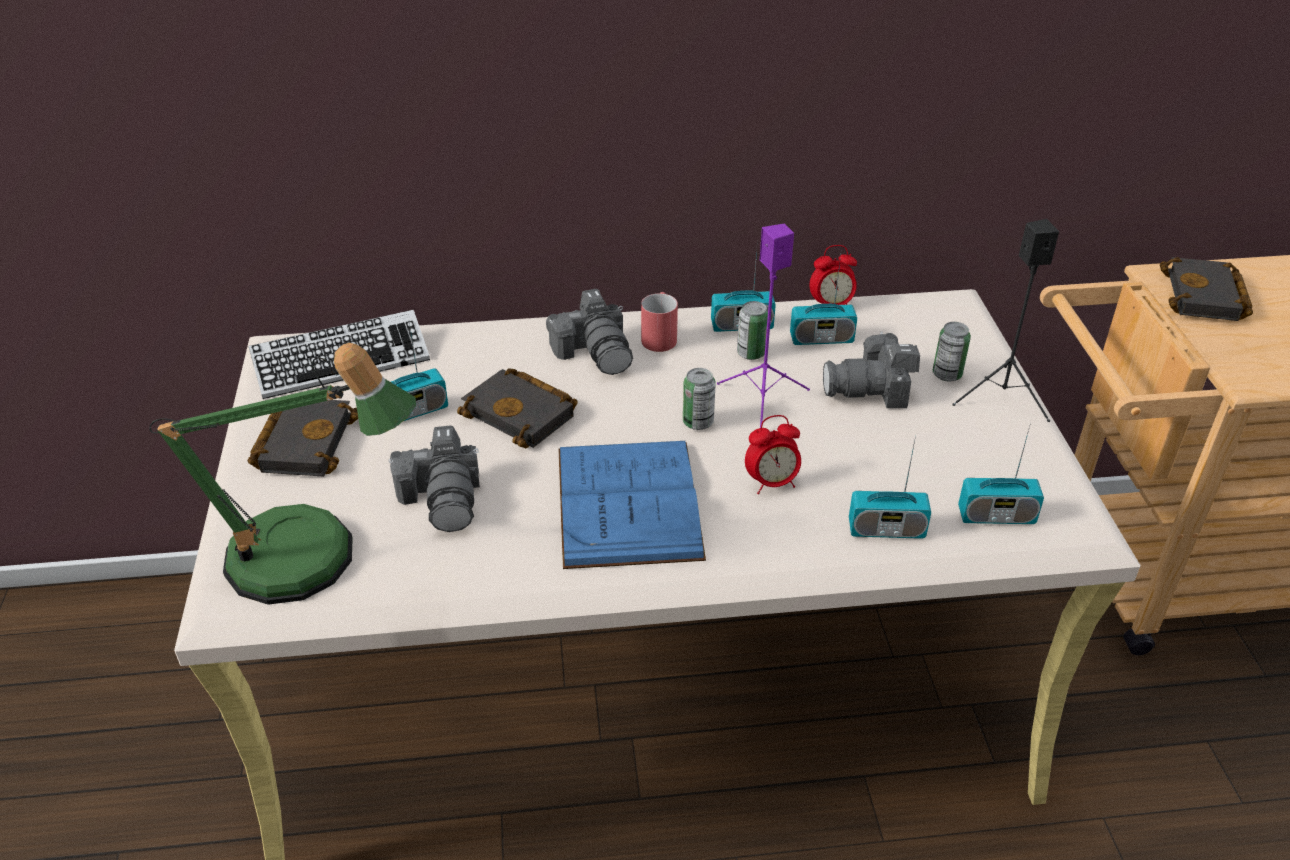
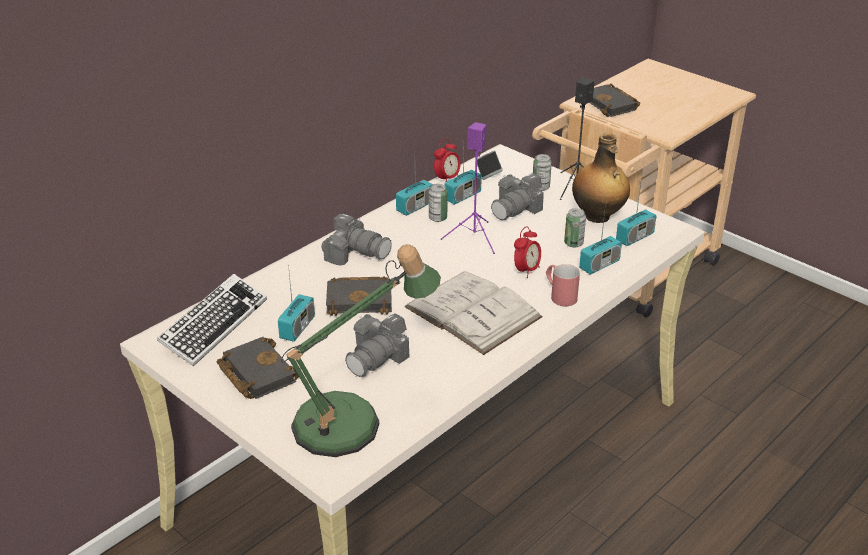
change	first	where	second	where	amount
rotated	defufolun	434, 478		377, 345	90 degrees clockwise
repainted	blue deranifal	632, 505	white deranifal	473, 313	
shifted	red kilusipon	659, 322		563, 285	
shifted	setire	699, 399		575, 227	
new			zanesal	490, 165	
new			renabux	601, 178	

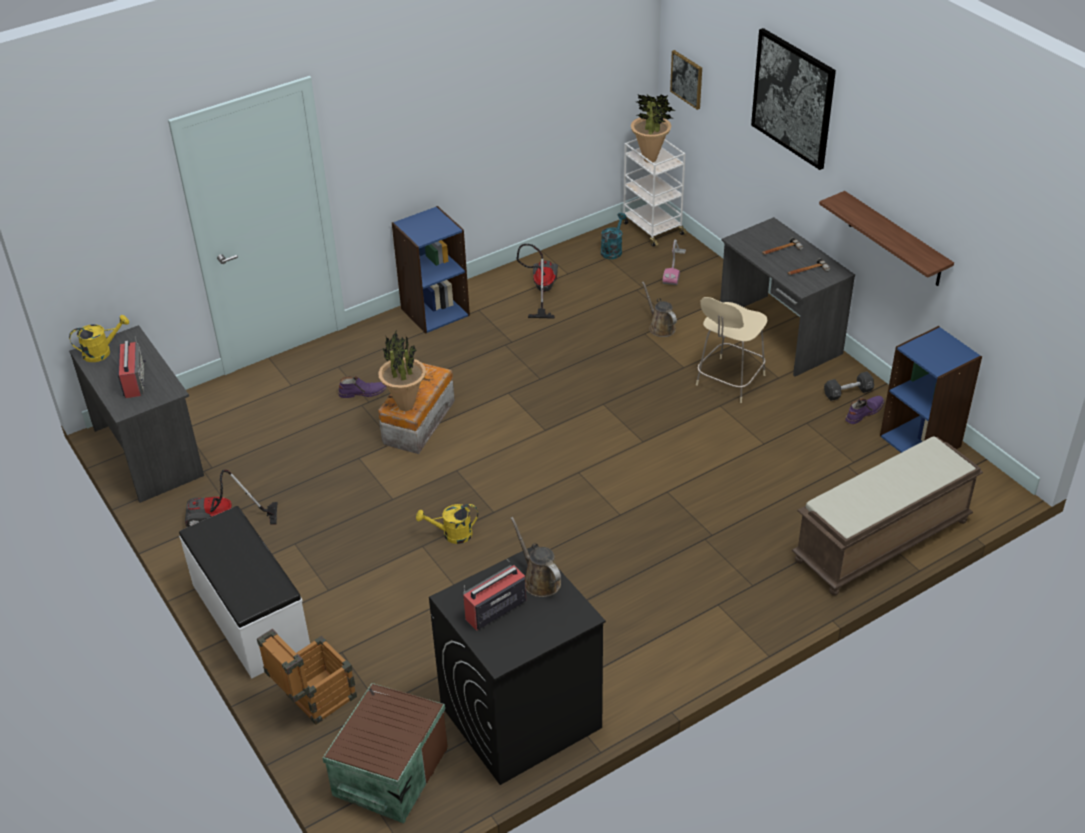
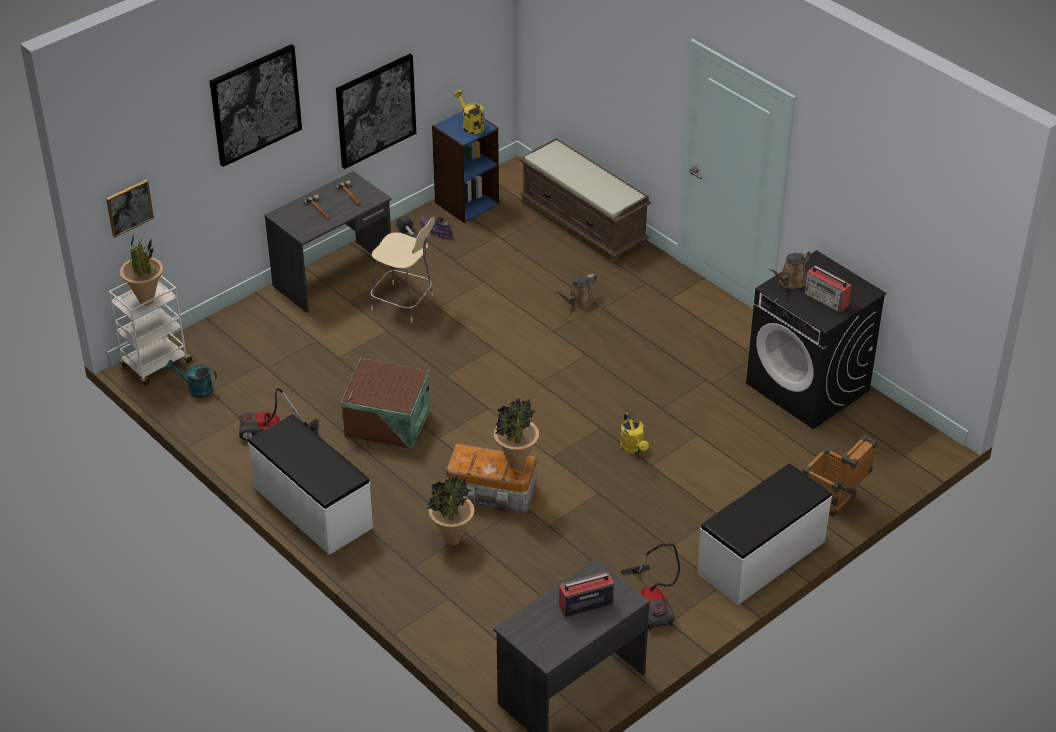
change	first	where	second	where	amount
shifted	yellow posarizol	99, 338		469, 112	
shifted	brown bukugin	385, 753		386, 404	
swapped	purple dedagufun	362, 387	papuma	451, 510	
swapped	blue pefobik	431, 270	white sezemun	310, 484	
shifted	brown posarizol	659, 309		575, 291	
gone	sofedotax	674, 262			
swapped	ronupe	886, 238	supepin	376, 111	

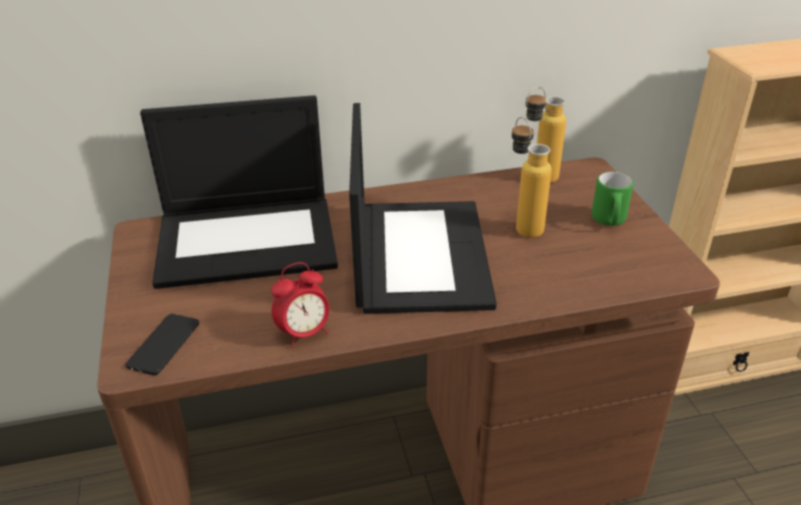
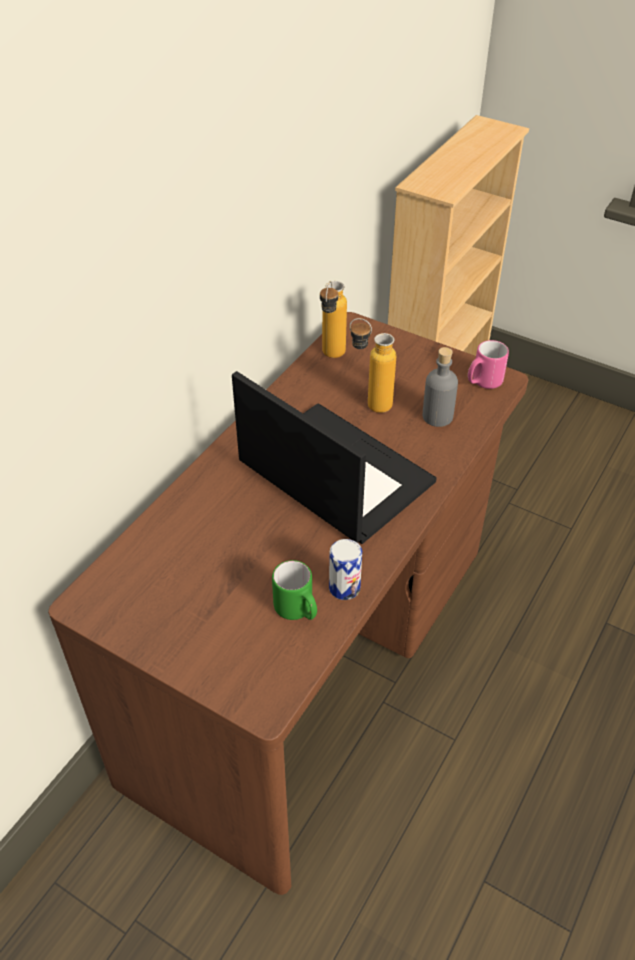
change	first	where	second	where	amount
gone	zanesal	162, 344			
gone	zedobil	239, 192			
swapped	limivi	300, 304	setire	345, 569	
shifted	green kilusipon	612, 198		294, 590	
new			grey renabux	440, 387	
new			pink kilusipon	488, 364	

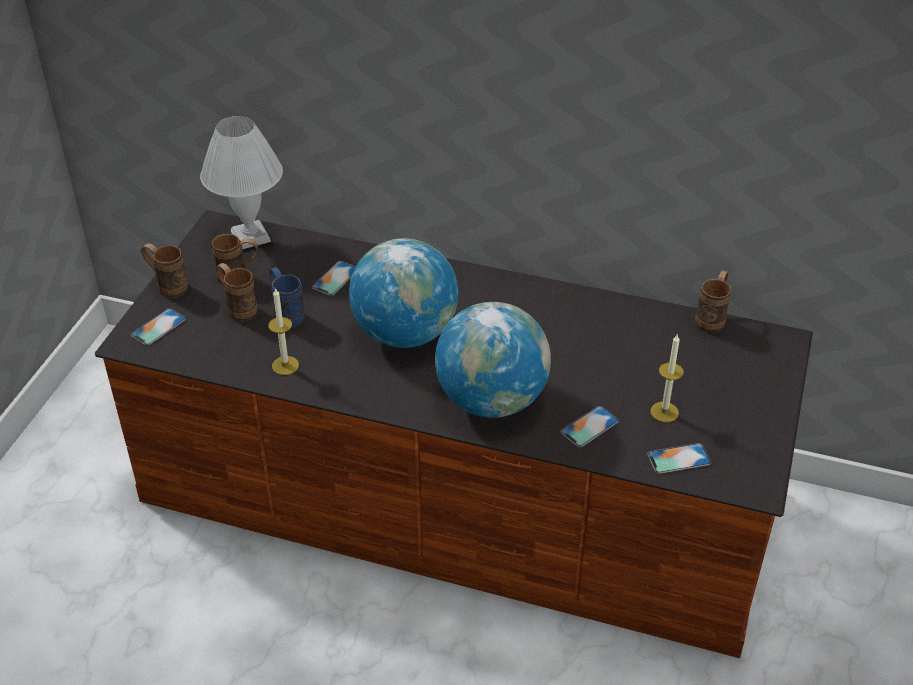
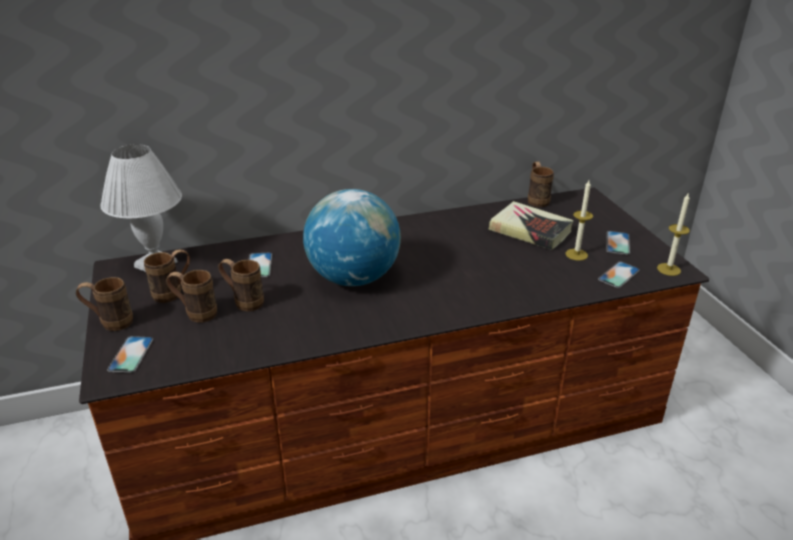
change	first	where	second	where	amount
shifted	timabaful	283, 331		673, 234	
repainted	blue kilusipon	287, 297	brown kilusipon	241, 285	
gone	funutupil	493, 360			
shifted	zanesal	589, 426		618, 243	
new			deranifal	531, 225	

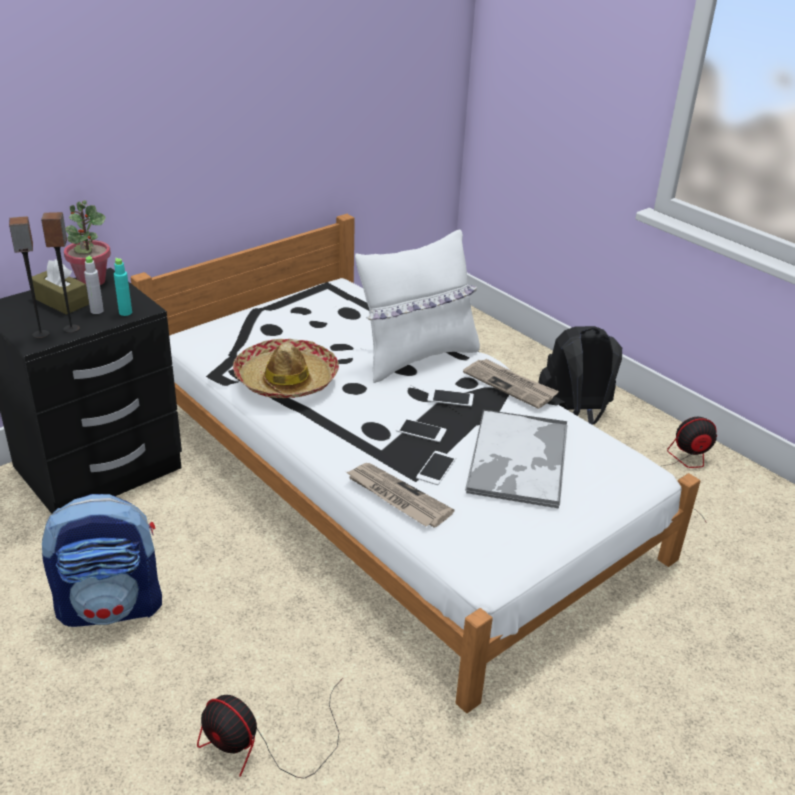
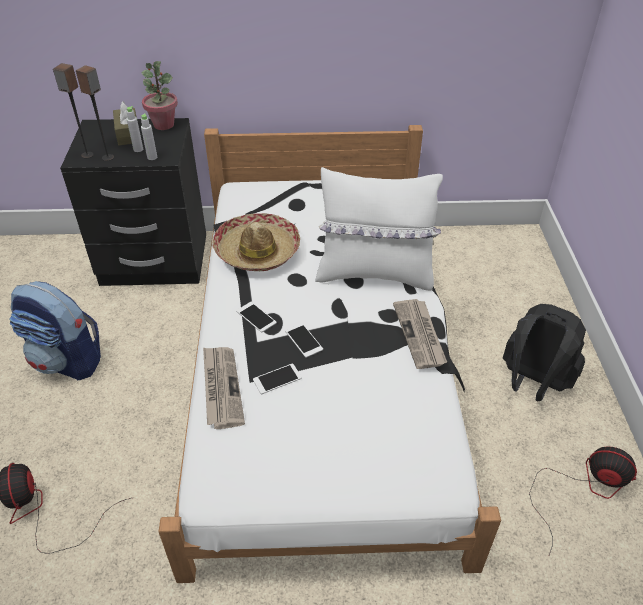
change	first	where	second	where	amount
repainted	turquoise renabux	123, 287	grey renabux	149, 136	
shifted	zanesal	450, 397		256, 317	
gone	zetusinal	516, 459			

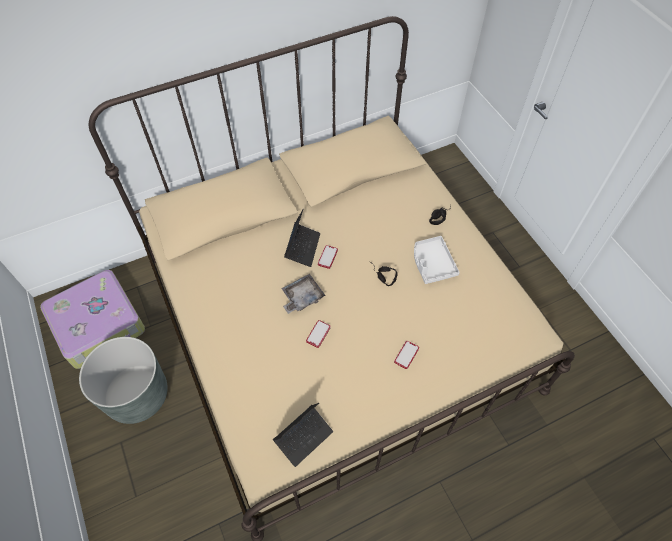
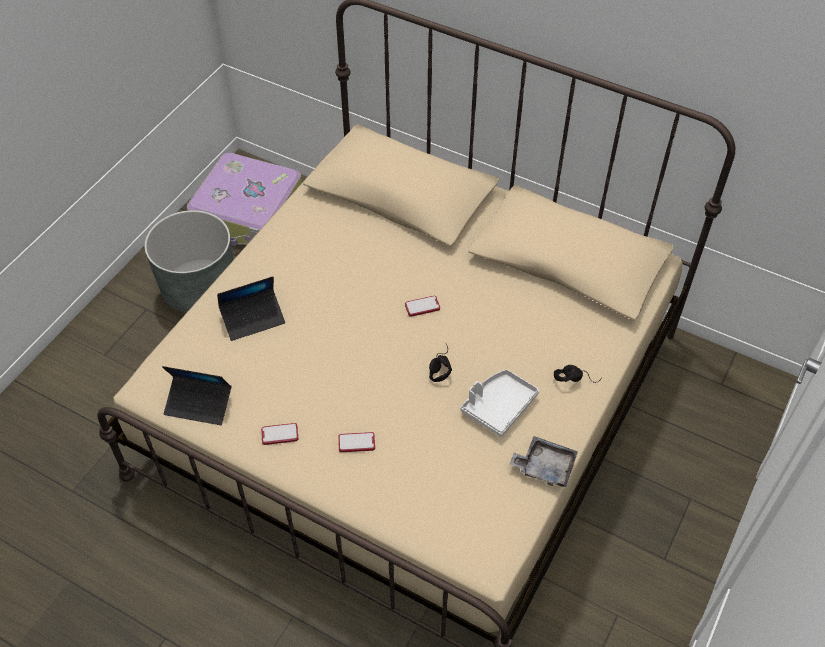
change	first	where	second	where	amount
shifted	grey zetusinal	303, 294		544, 461	
shifted	zedobil	302, 238		251, 308	
shifted	zanesal	318, 334		279, 434	

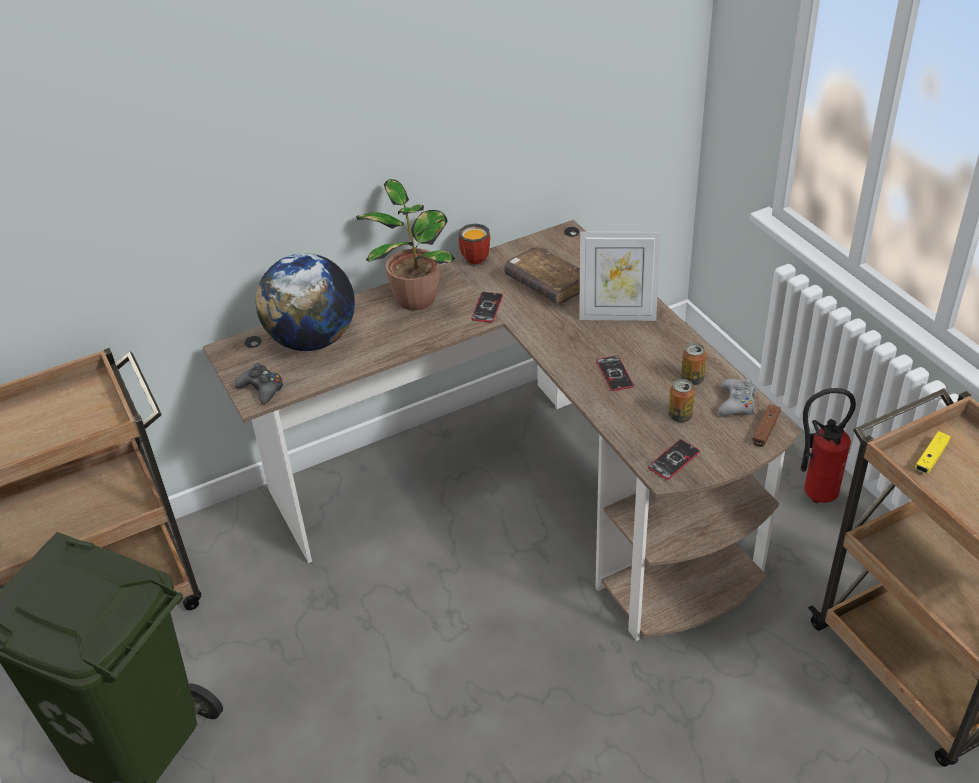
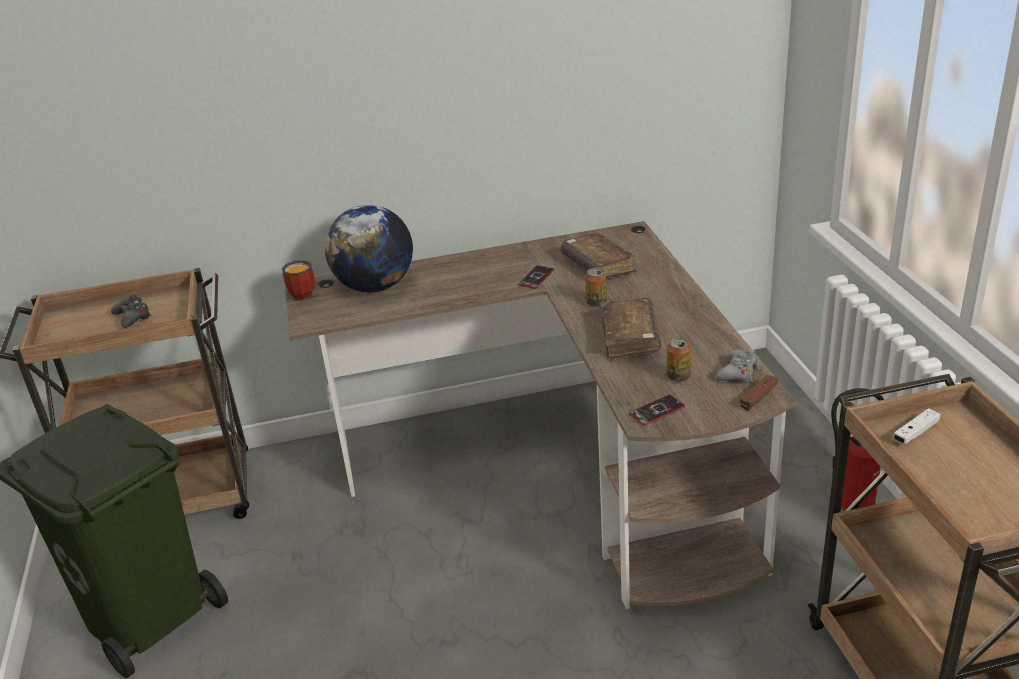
change	first	where	second	where	amount
shifted	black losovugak	259, 383		131, 311	
gone	papuma	405, 244			
shifted	kilusipon	474, 245		298, 280	
gone	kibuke	620, 276			
swapped	zanesal	615, 373	brown deranifal	630, 329	
shifted	setire	694, 364		596, 287	
repainted	yellow losovugak	933, 452	white losovugak	917, 426	

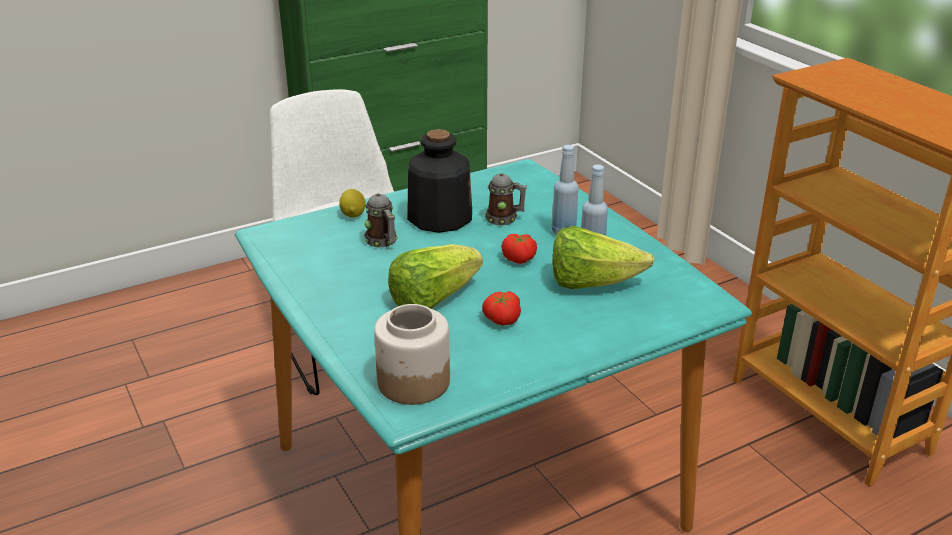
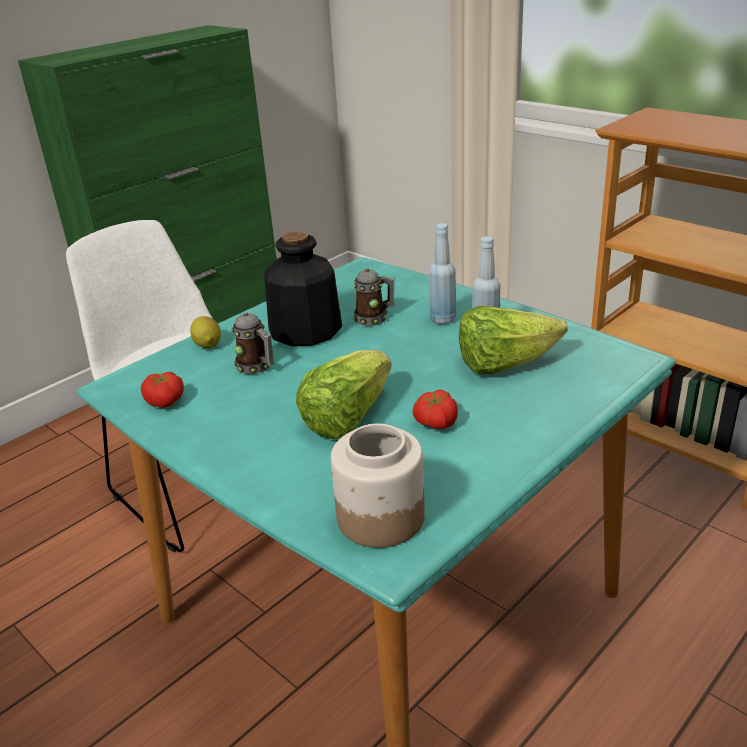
change	first	where	second	where	amount
shifted	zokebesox	519, 249		162, 390	

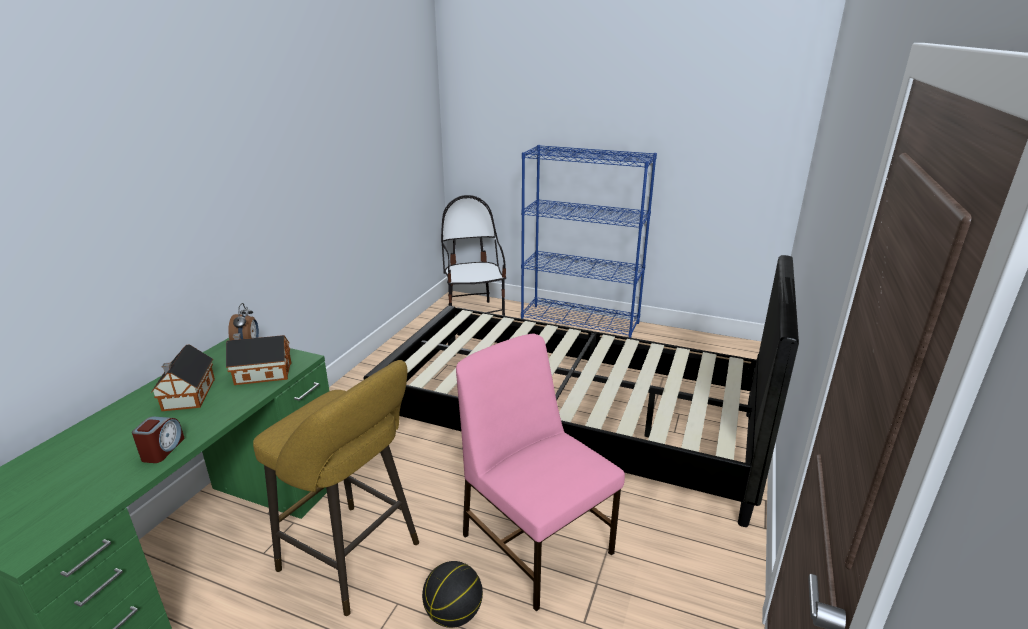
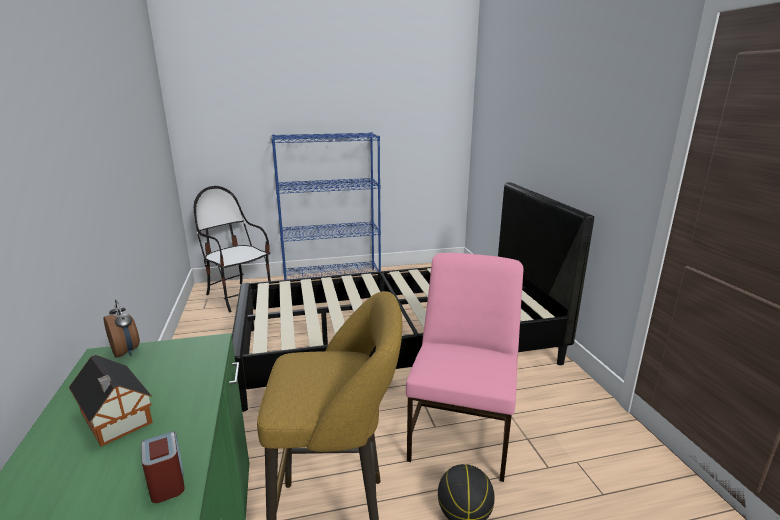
change	first	where	second	where	amount
gone	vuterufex	258, 359			
rotated	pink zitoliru	540, 472		465, 367	90 degrees clockwise

